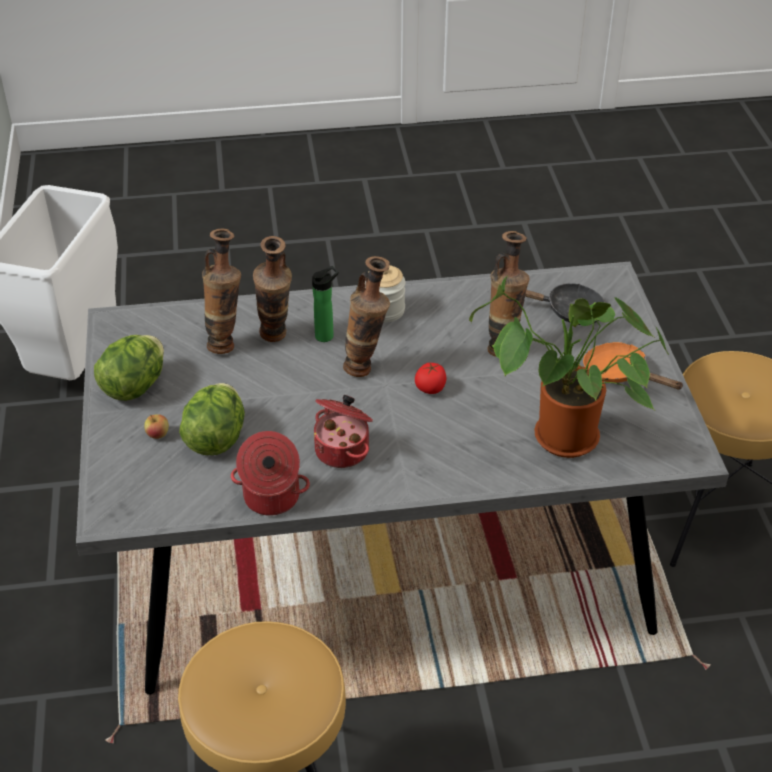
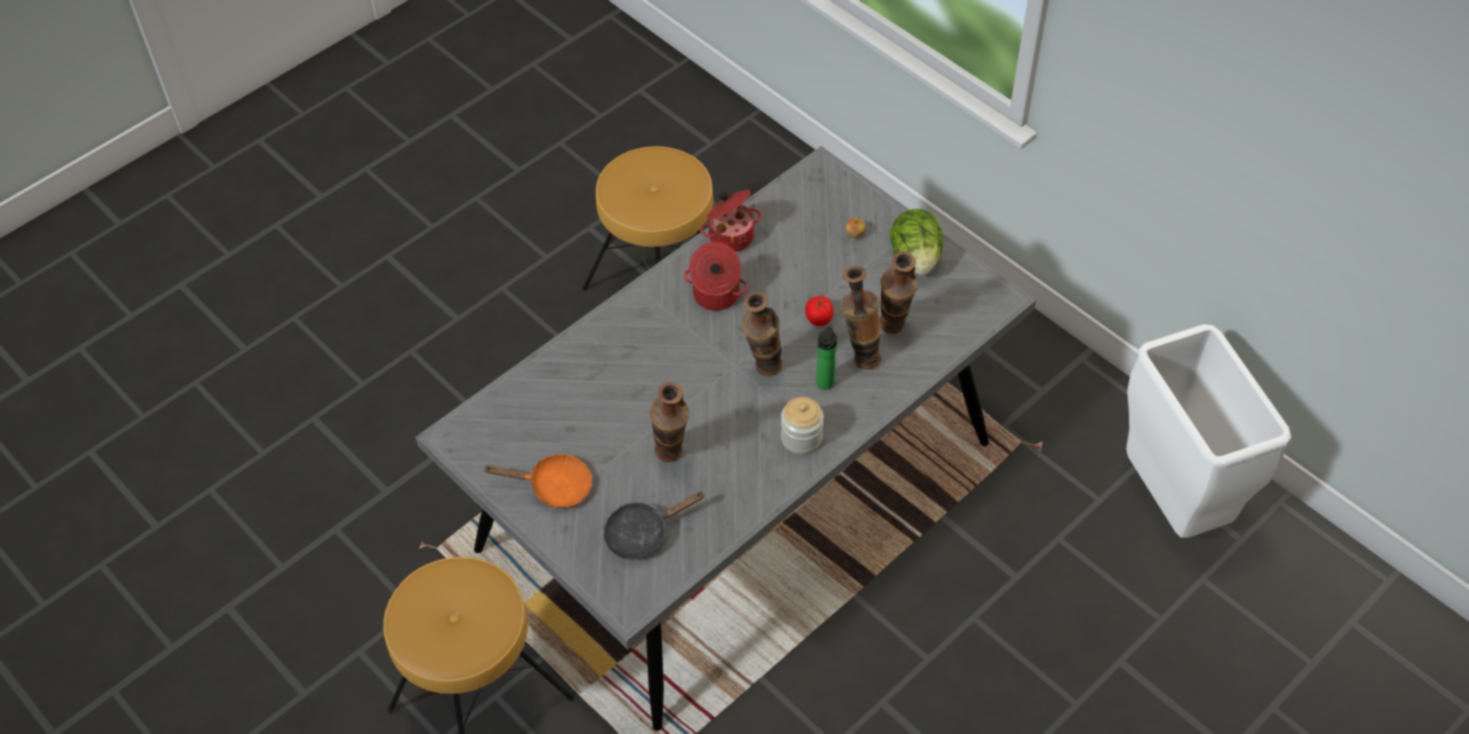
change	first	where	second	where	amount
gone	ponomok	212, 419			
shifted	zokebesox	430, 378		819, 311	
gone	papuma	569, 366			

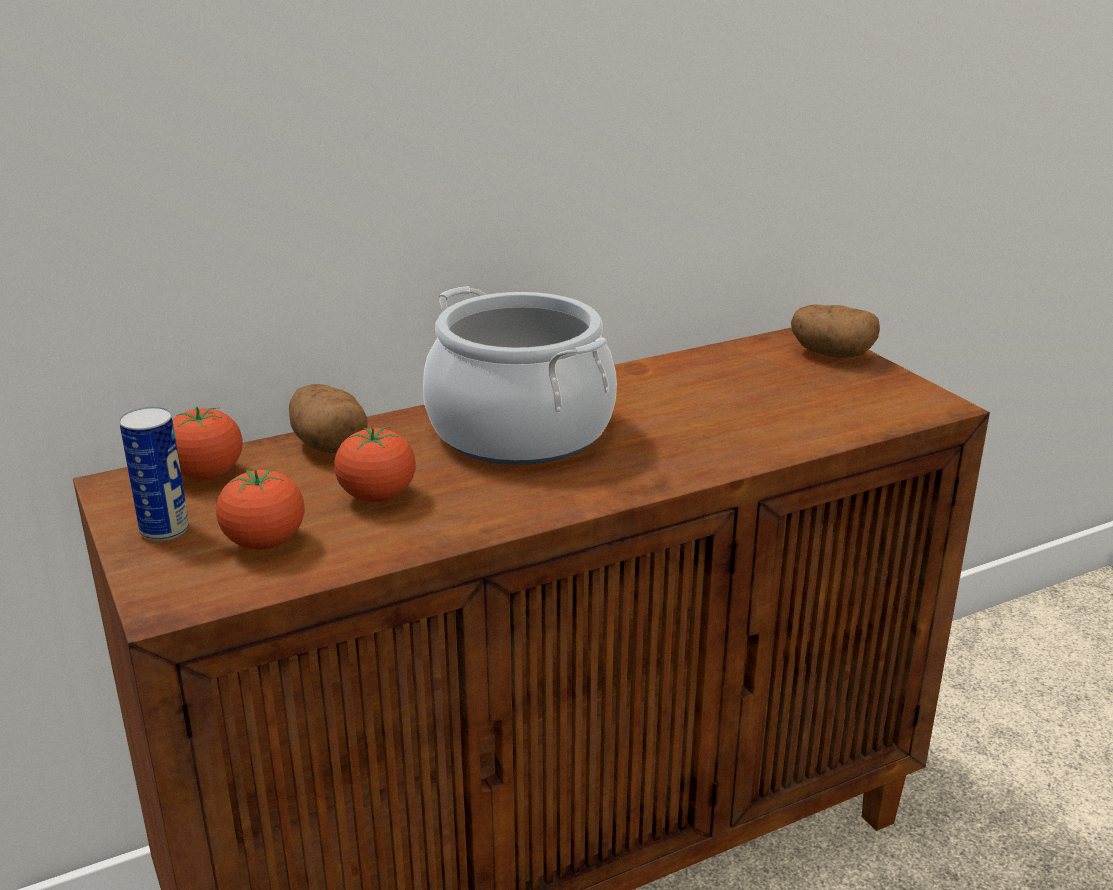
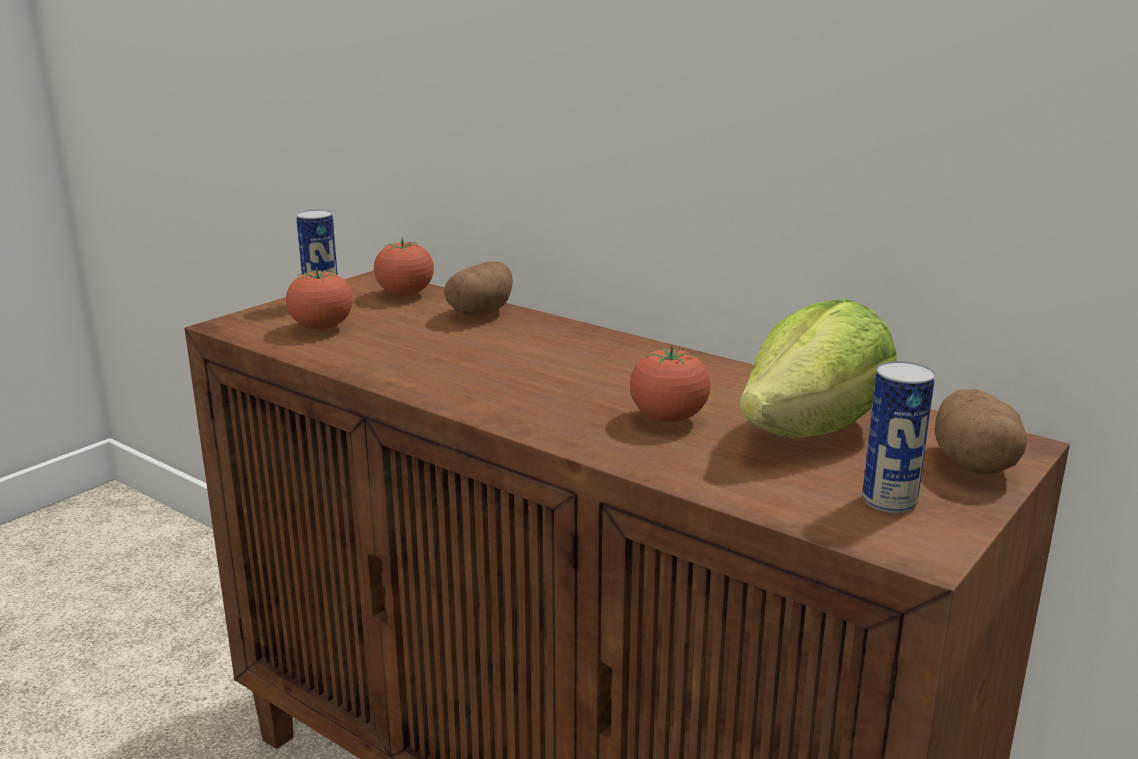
change	first	where	second	where	amount
shifted	zokebesox	375, 464		670, 384	
gone	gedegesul	520, 375			
new			ponomok	818, 368	
new			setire	898, 437	

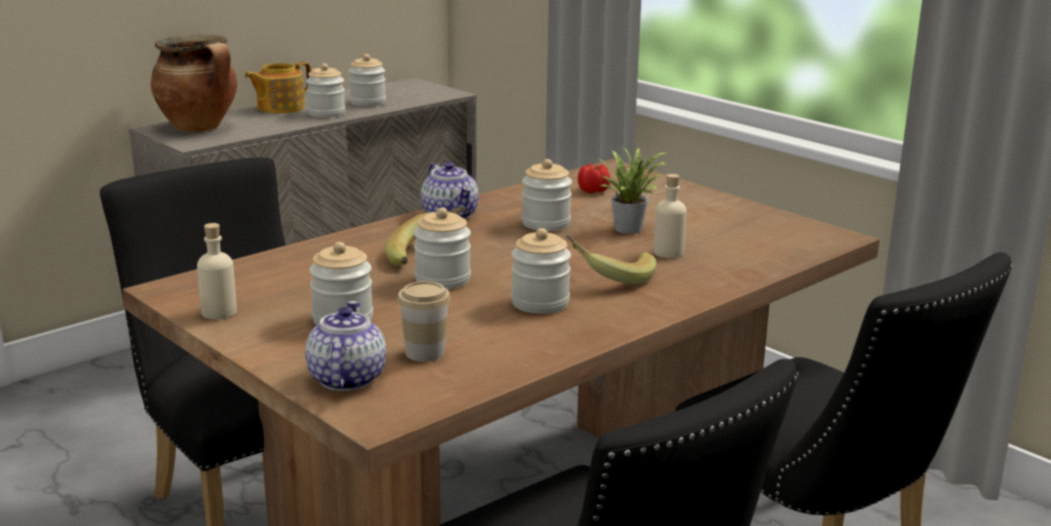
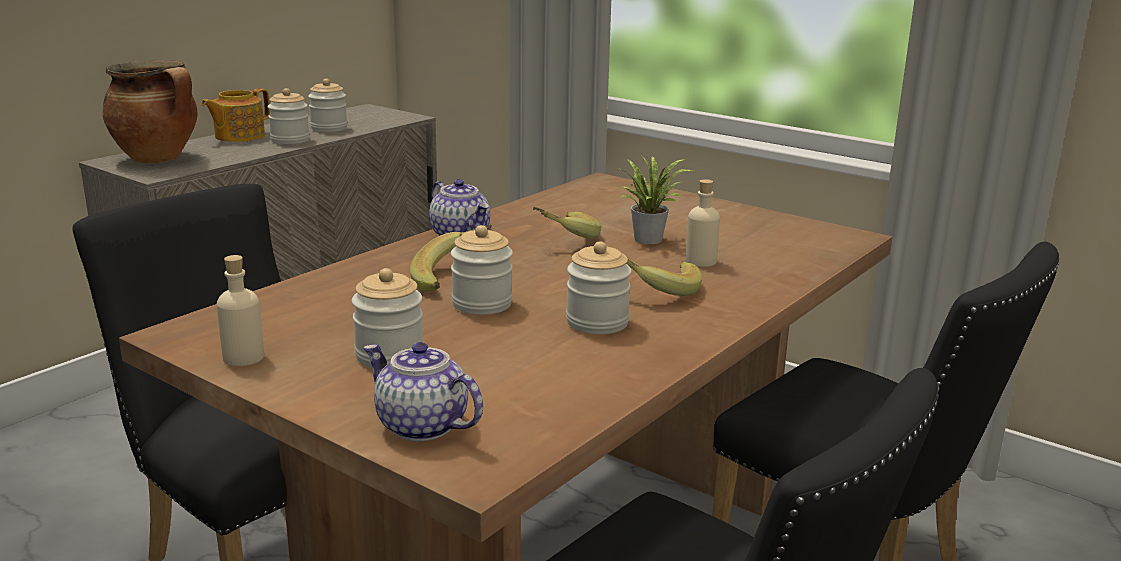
change	first	where	second	where	amount
rotated	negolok	345, 346		423, 392	45 degrees counterclockwise
gone	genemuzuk	424, 321			
swapped	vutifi	547, 195	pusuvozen	567, 222	
gone	zokebesox	594, 178			

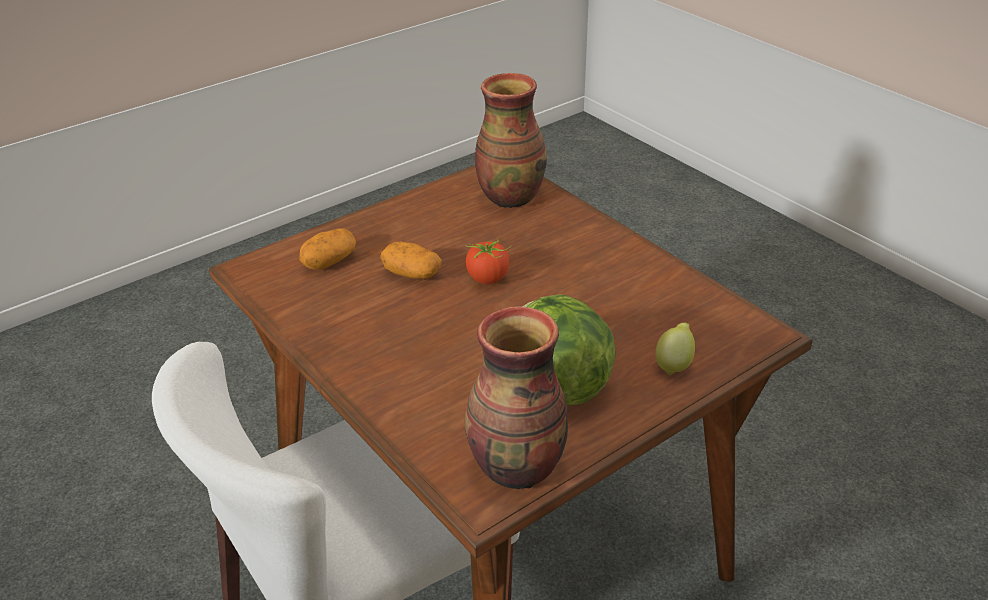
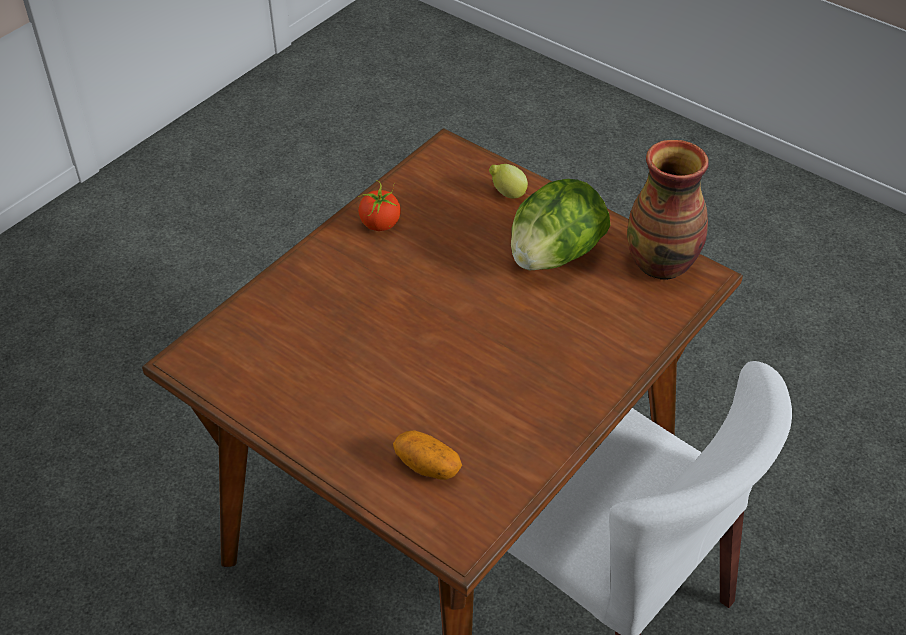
change	first	where	second	where	amount
gone	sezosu	411, 260			
shifted	zokebesox	487, 261		379, 206	
gone	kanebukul	511, 140			

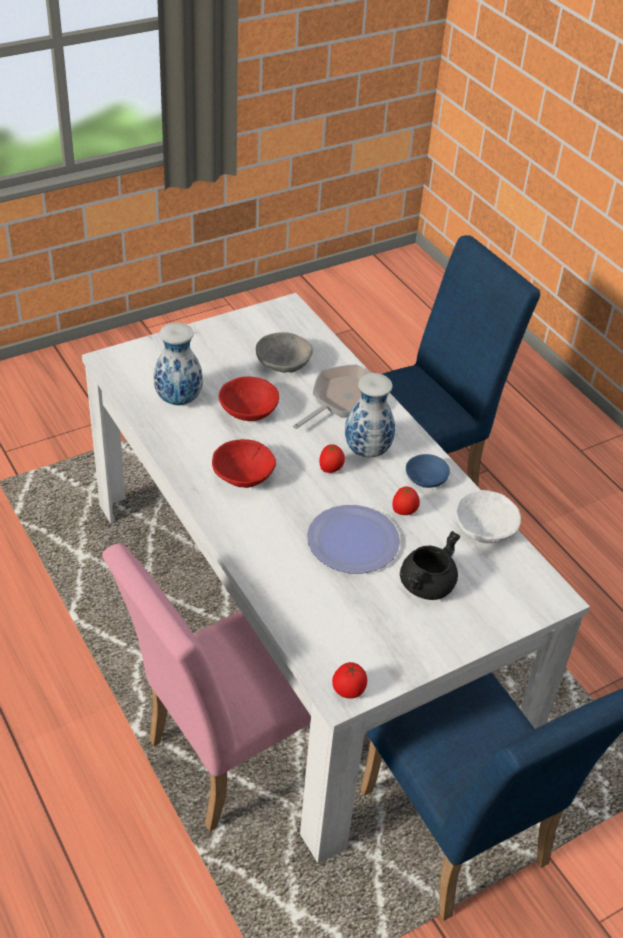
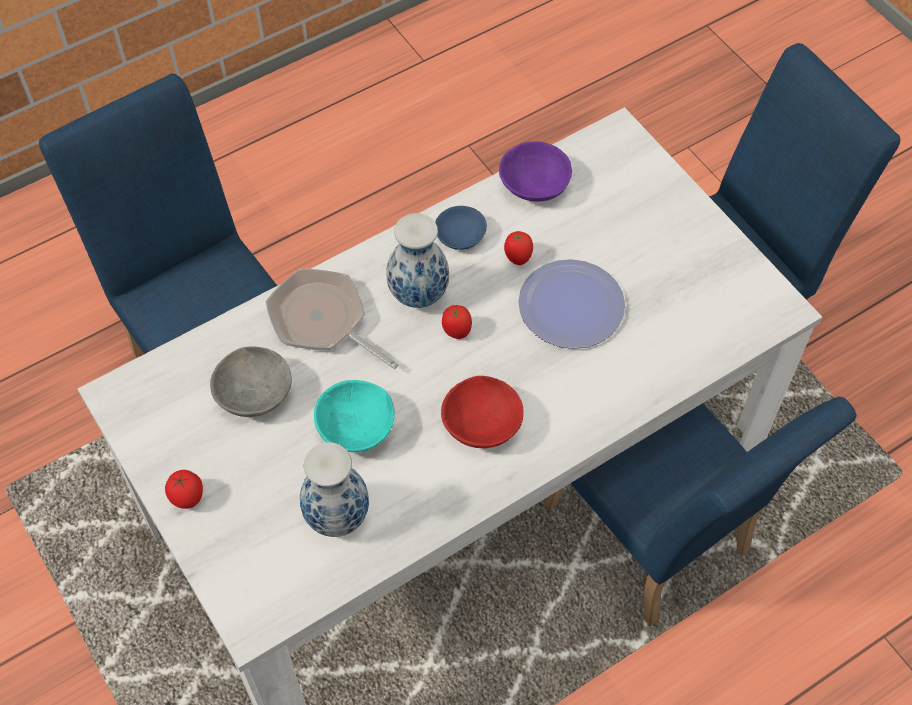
change	first	where	second	where	amount
repainted	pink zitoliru	206, 687	blue zitoliru	700, 512	
repainted	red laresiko	249, 399	turquoise laresiko	354, 416	
shifted	zokebesox	349, 680		184, 489	
gone	black gedegesul	430, 565			
repainted	white laresiko	488, 516	purple laresiko	535, 171	

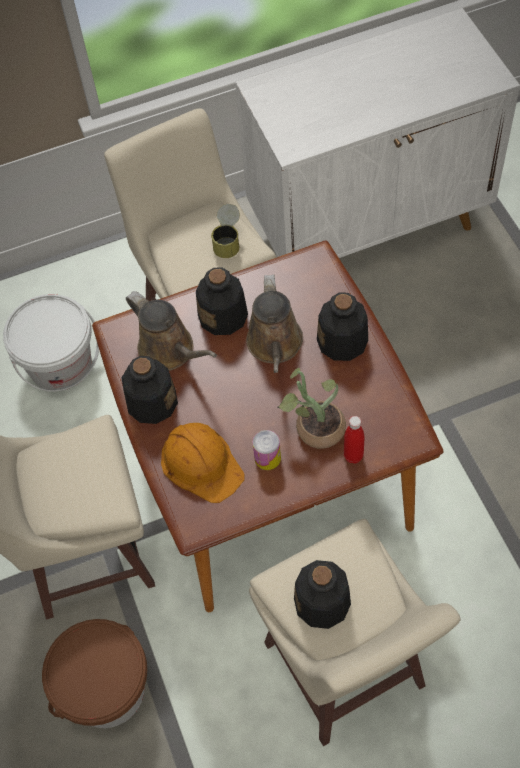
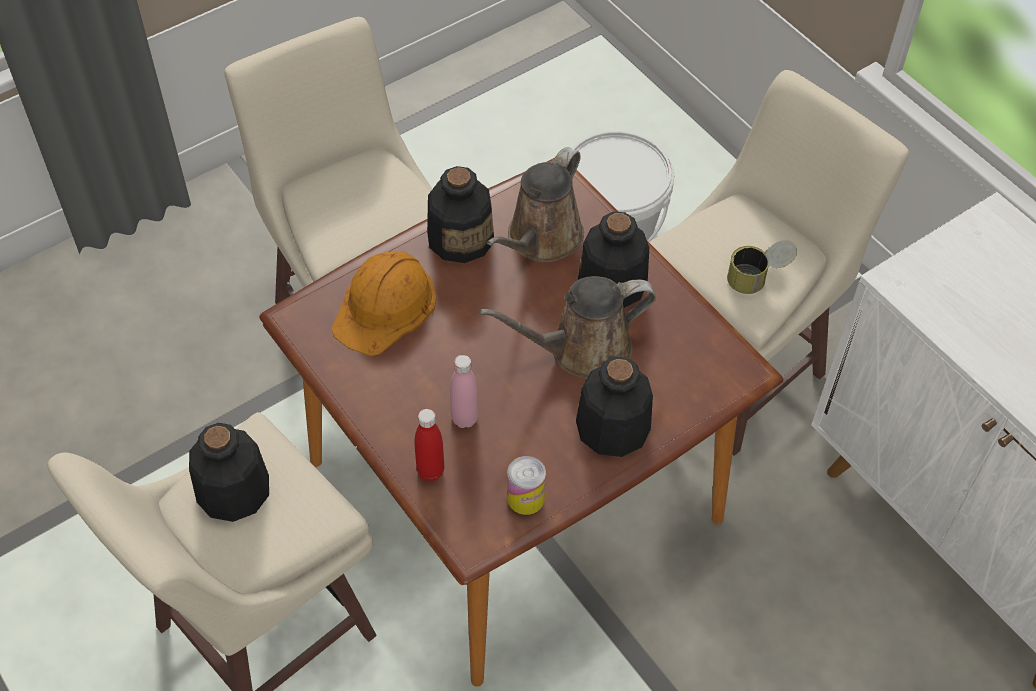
change	first	where	second	where	amount
gone	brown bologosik	94, 673			
shifted	setire	267, 450		526, 485	
swapped	papuma	312, 408	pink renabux	464, 391	

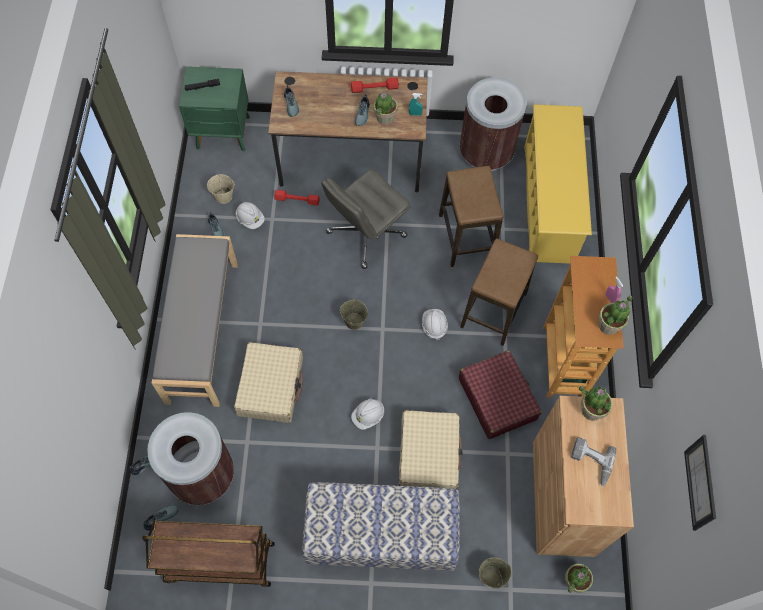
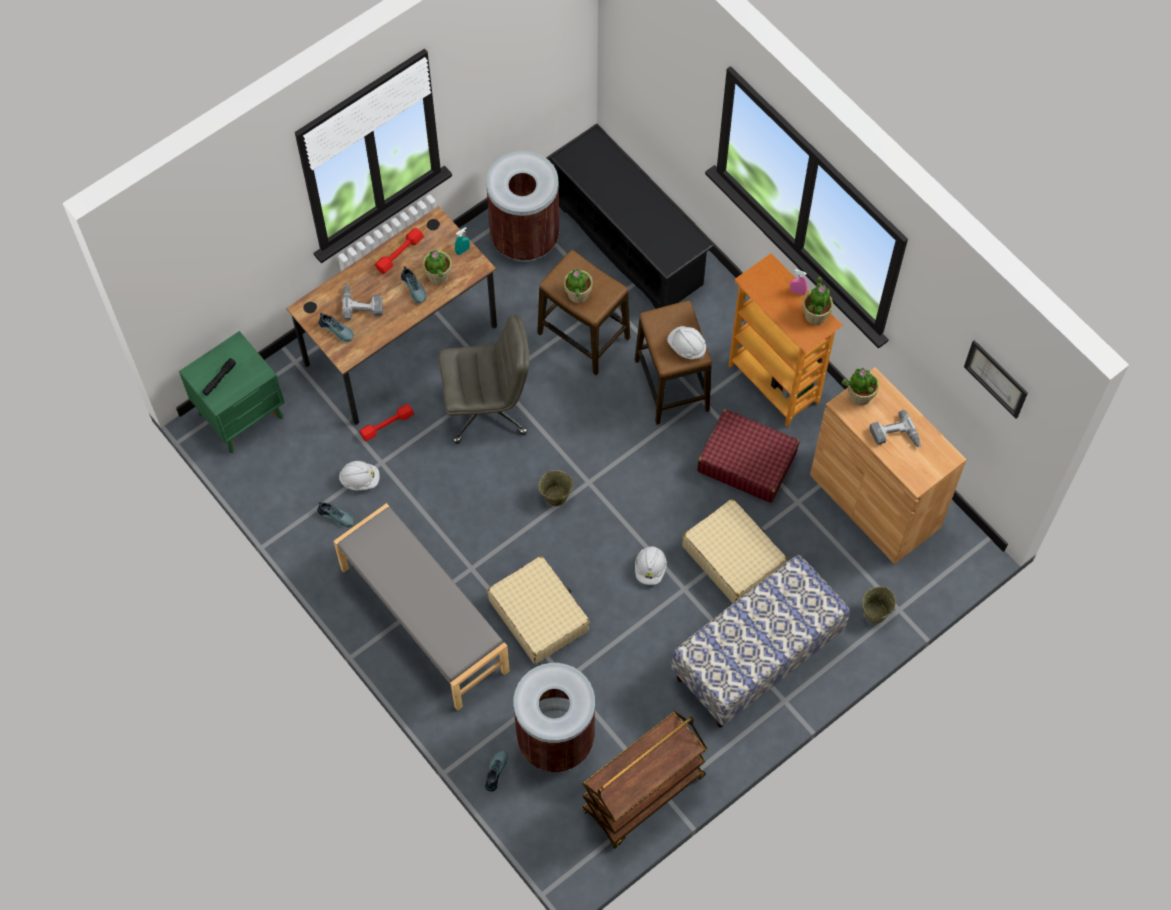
change	first	where	second	where	amount
gone	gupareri	160, 518			
gone	beige bologosik	221, 188			
rotated	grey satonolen	365, 219		483, 379	105 degrees counterclockwise
shifted	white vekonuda	435, 324		686, 342	
repainted	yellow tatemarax	558, 184	black tatemarax	632, 217	
shifted	papuma	579, 578		578, 286	
new			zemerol	362, 302	

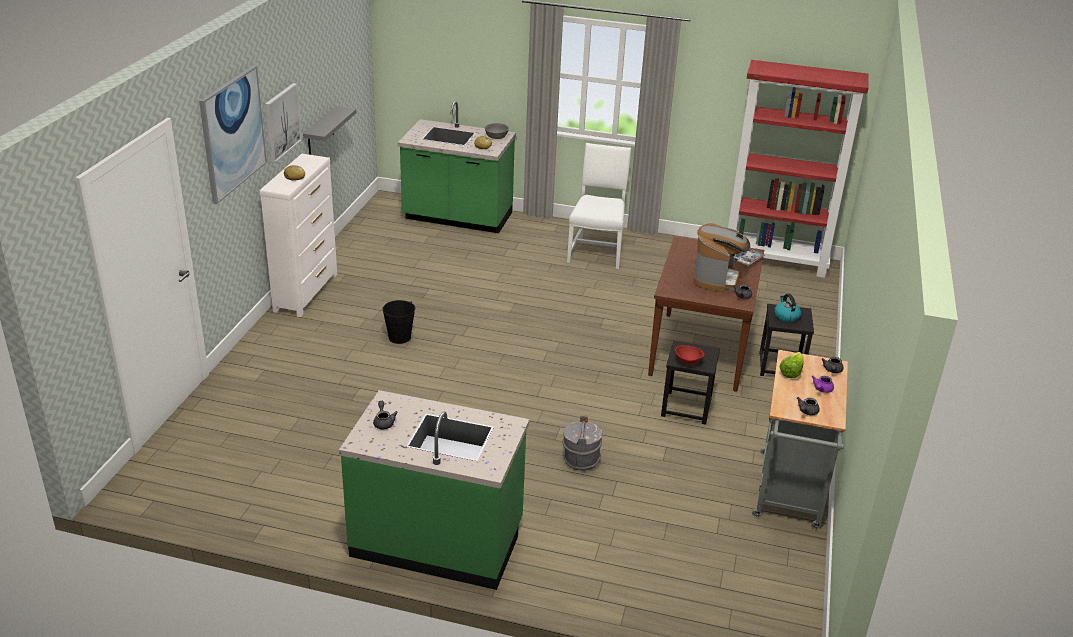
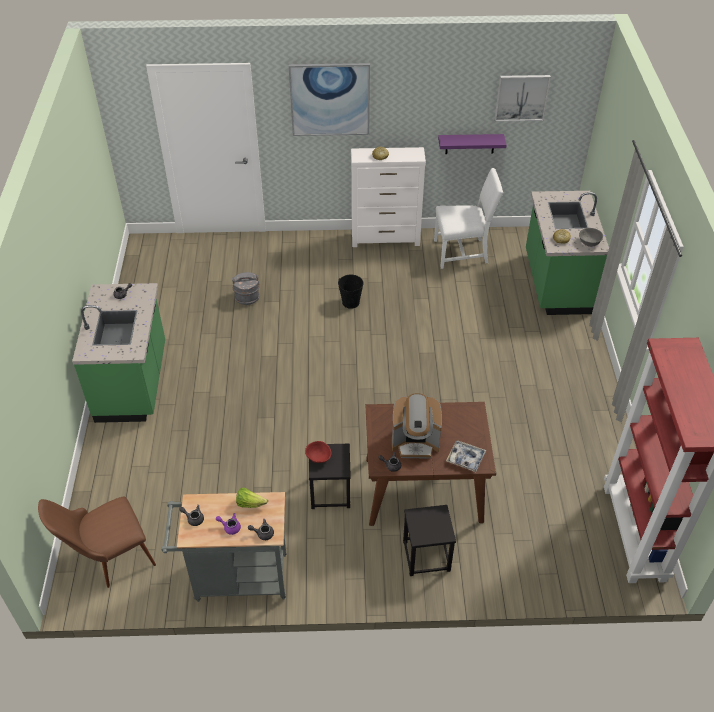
change	first	where	second	where	amount
shifted	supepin	283, 123		523, 98	
repainted	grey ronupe	329, 130	purple ronupe	472, 144	
shifted	grey bologosik	583, 443		246, 288	
shifted	white zitoliru	599, 206		468, 218	
gone	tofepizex	787, 308			
new			brown zitoliru	97, 542	

